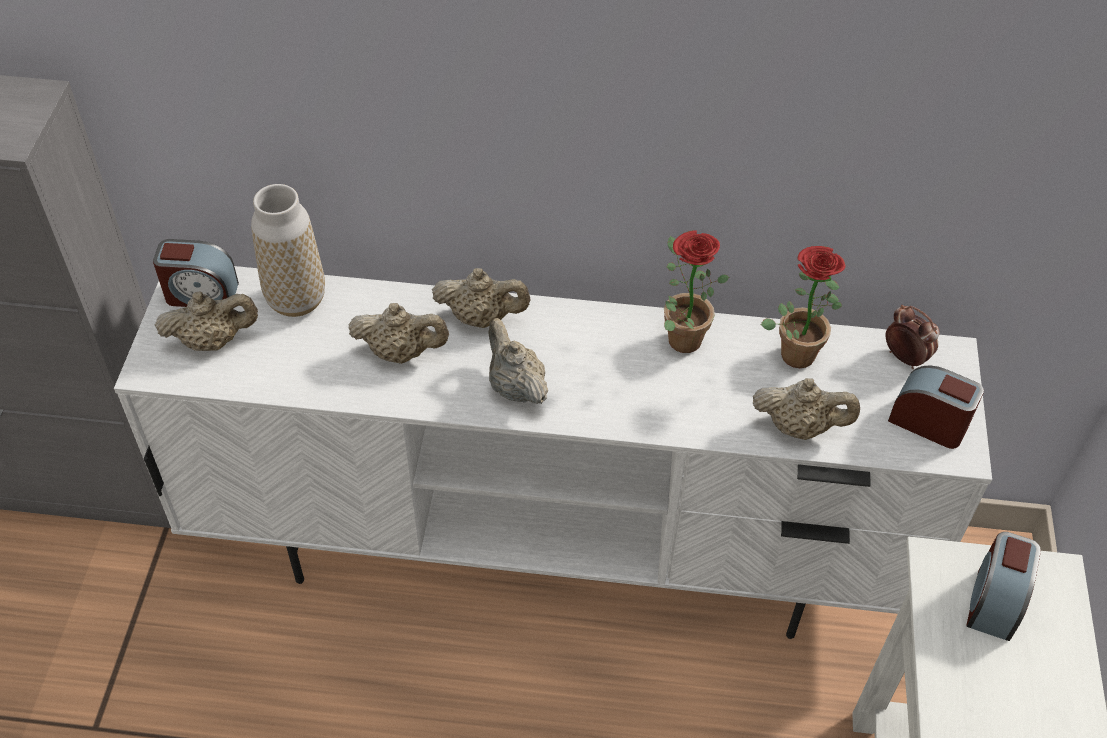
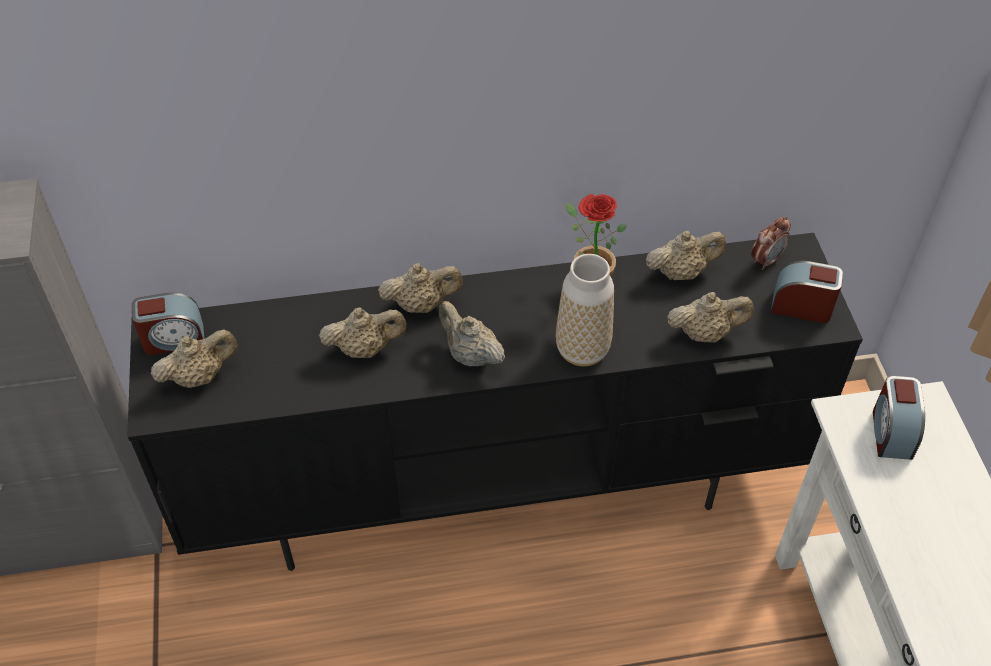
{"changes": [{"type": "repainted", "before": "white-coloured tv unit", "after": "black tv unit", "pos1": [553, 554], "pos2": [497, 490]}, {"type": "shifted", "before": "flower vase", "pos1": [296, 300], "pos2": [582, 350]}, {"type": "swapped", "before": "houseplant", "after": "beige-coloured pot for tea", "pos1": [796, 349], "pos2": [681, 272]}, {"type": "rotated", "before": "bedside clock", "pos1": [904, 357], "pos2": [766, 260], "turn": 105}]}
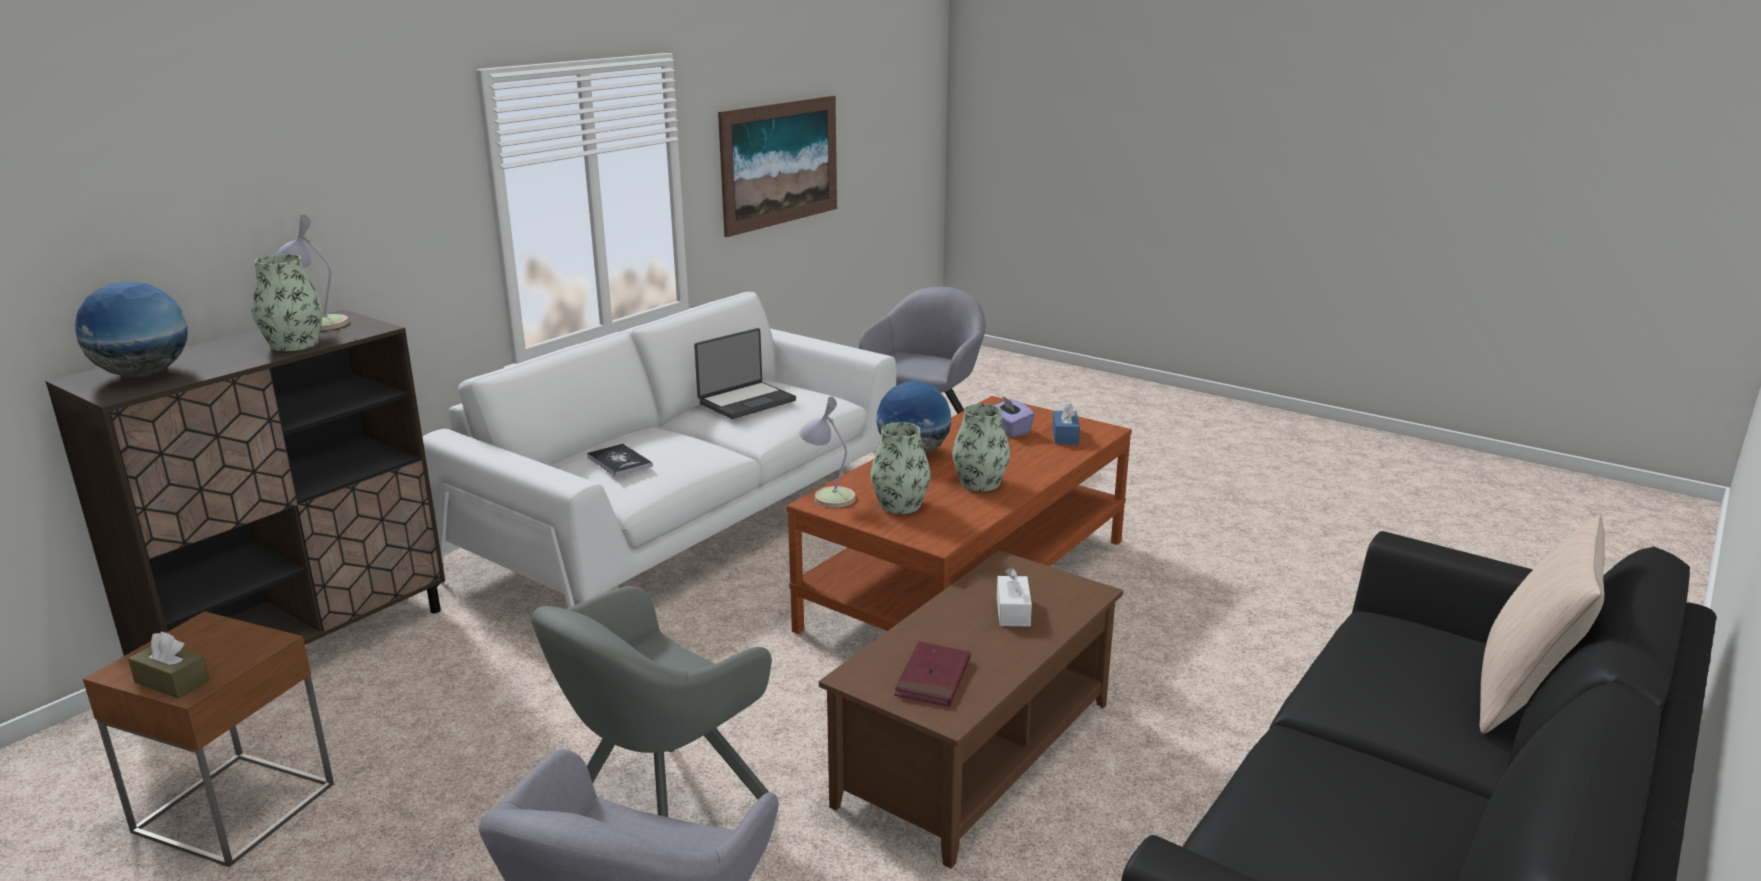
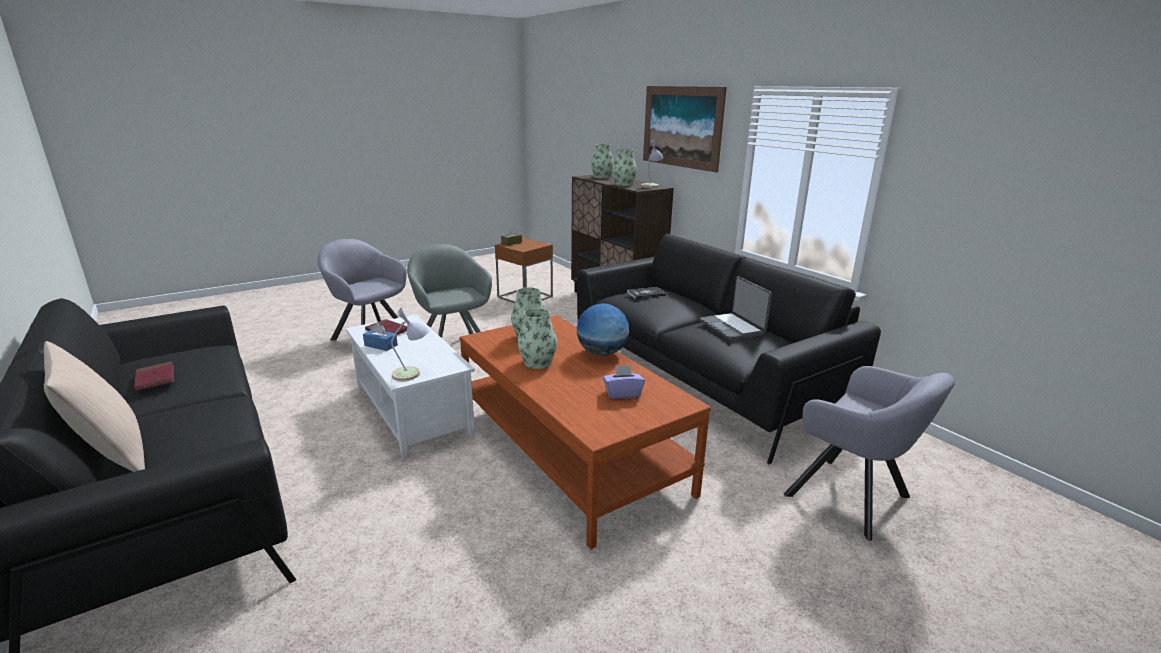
{"changes": [{"type": "new", "after": "red-coloured bound book", "pos2": [155, 378]}, {"type": "repainted", "before": "brown-coloured low table", "after": "white-coloured low table", "pos1": [978, 754], "pos2": [411, 410]}, {"type": "shifted", "before": "blue-coloured tissue holder", "pos1": [1065, 436], "pos2": [381, 345]}, {"type": "shifted", "before": "lamp for a table", "pos1": [827, 496], "pos2": [412, 373]}, {"type": "repainted", "before": "white-coloured sofa", "after": "black sofa", "pos1": [687, 523], "pos2": [702, 375]}, {"type": "swapped", "before": "globe", "after": "flower vase", "pos1": [143, 374], "pos2": [602, 177]}, {"type": "shifted", "before": "wall picture", "pos1": [780, 163], "pos2": [681, 127]}, {"type": "gone", "before": "white-coloured tissue holder", "pos1": [1013, 611]}]}
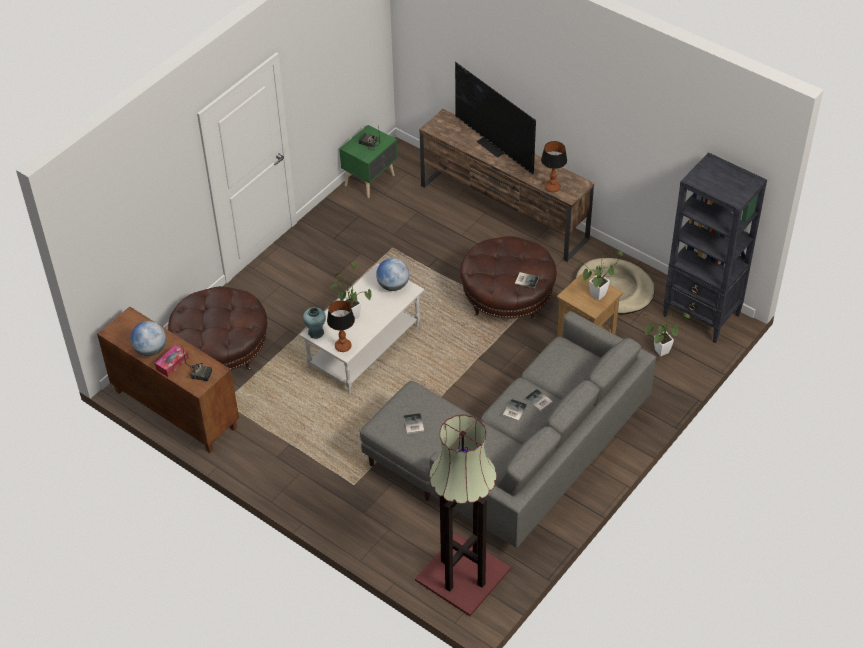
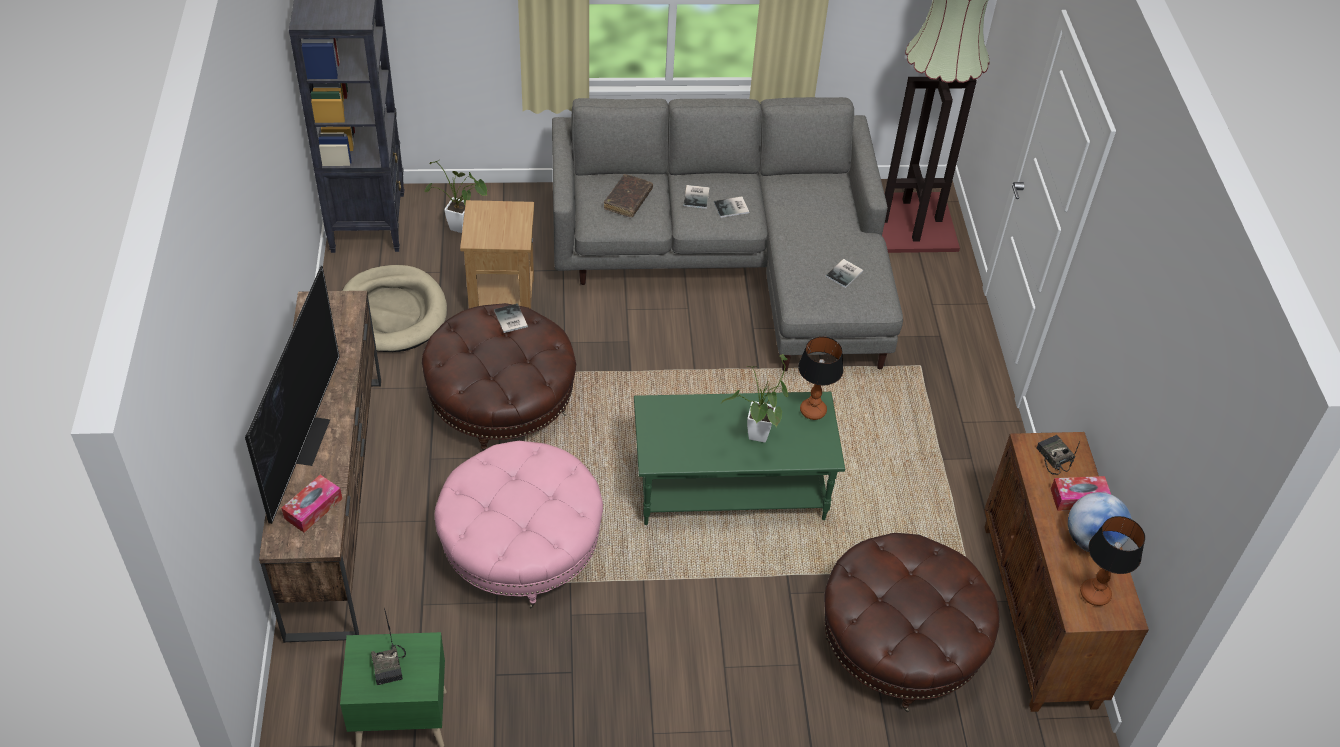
{"changes": [{"type": "new", "after": "tissue holder", "pos2": [313, 508]}, {"type": "new", "after": "pinkish ottoman", "pos2": [521, 548]}, {"type": "new", "after": "brown-coloured bound book", "pos2": [628, 200]}, {"type": "repainted", "before": "white-coloured low table", "after": "green-coloured low table", "pos1": [365, 349], "pos2": [732, 487]}, {"type": "shifted", "before": "lamp for a table", "pos1": [552, 187], "pos2": [1094, 594]}, {"type": "gone", "before": "blue-green flower vase", "pos1": [316, 333]}, {"type": "gone", "before": "globe", "pos1": [393, 285]}, {"type": "gone", "before": "houseplant", "pos1": [595, 297]}]}
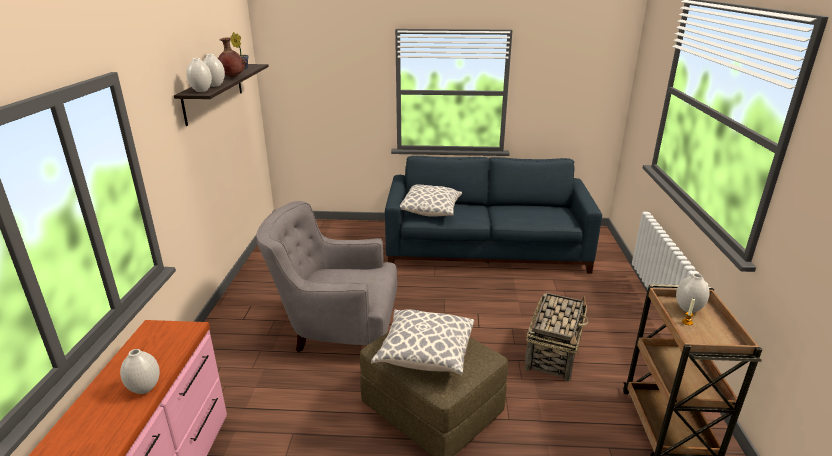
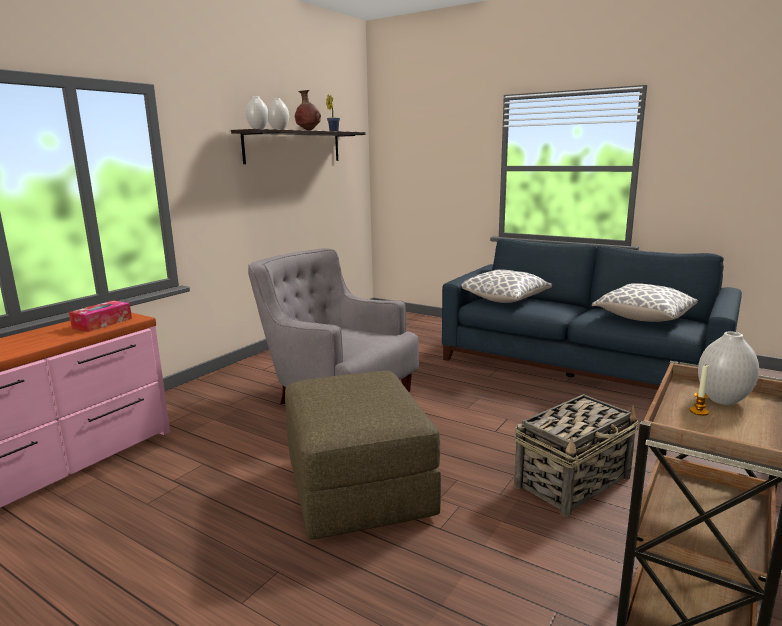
{"changes": [{"type": "new", "after": "tissue holder", "pos2": [102, 323]}, {"type": "shifted", "before": "cushion", "pos1": [425, 355], "pos2": [643, 318]}, {"type": "gone", "before": "white-coloured flower vase", "pos1": [144, 389]}]}
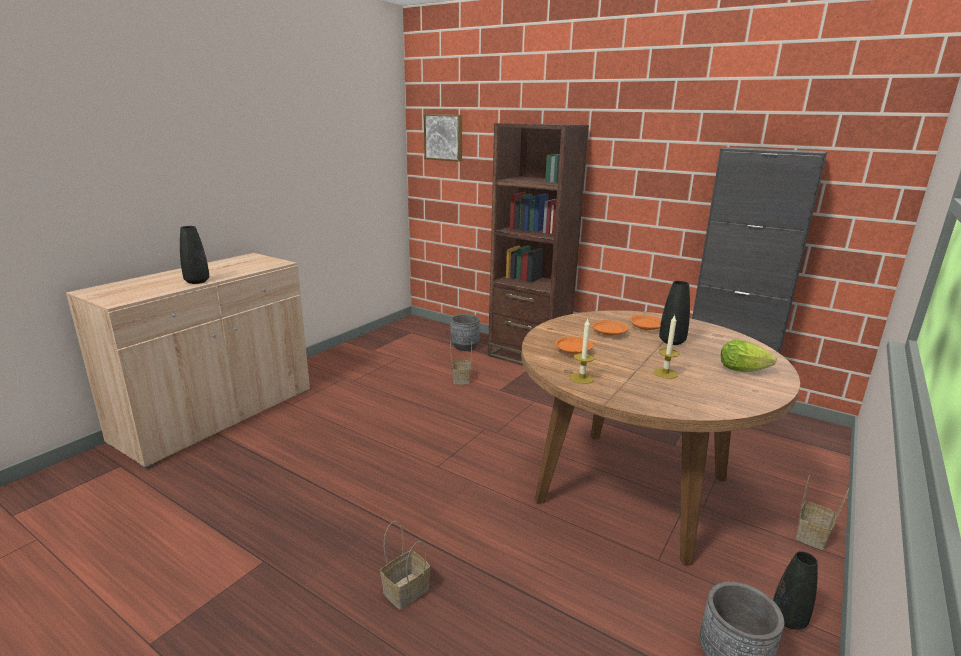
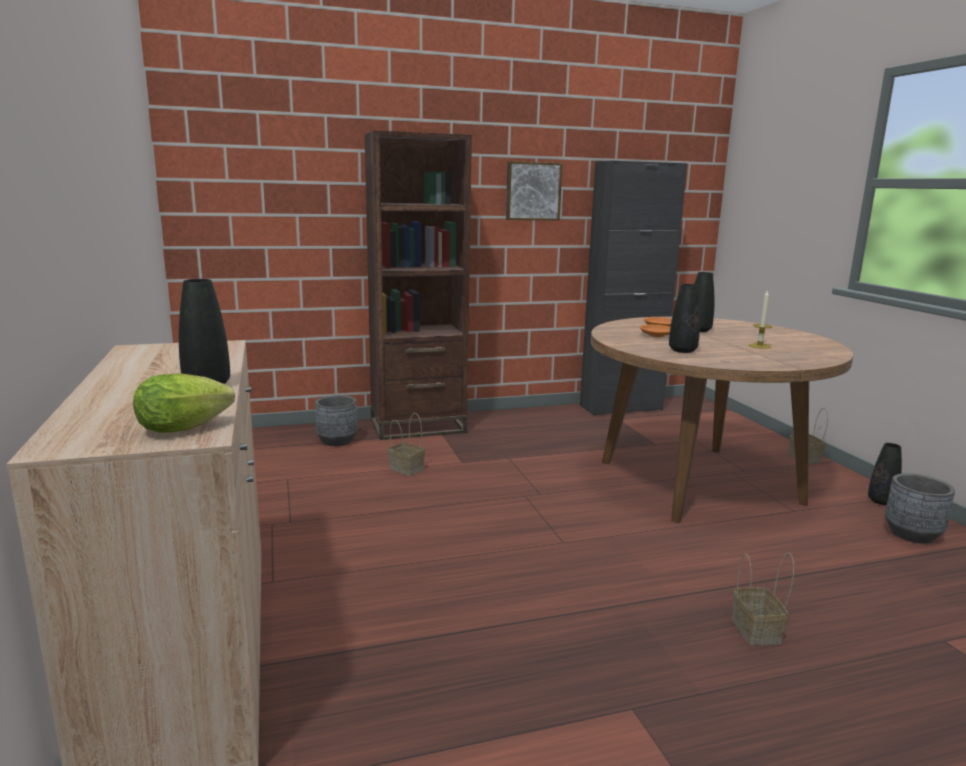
{"changes": [{"type": "shifted", "before": "lettuce head", "pos1": [745, 371], "pos2": [189, 428]}, {"type": "shifted", "before": "wall picture", "pos1": [444, 137], "pos2": [532, 191]}, {"type": "swapped", "before": "orange-coloured plate", "after": "black flower vase", "pos1": [573, 351], "pos2": [682, 350]}, {"type": "gone", "before": "candle", "pos1": [582, 378]}]}
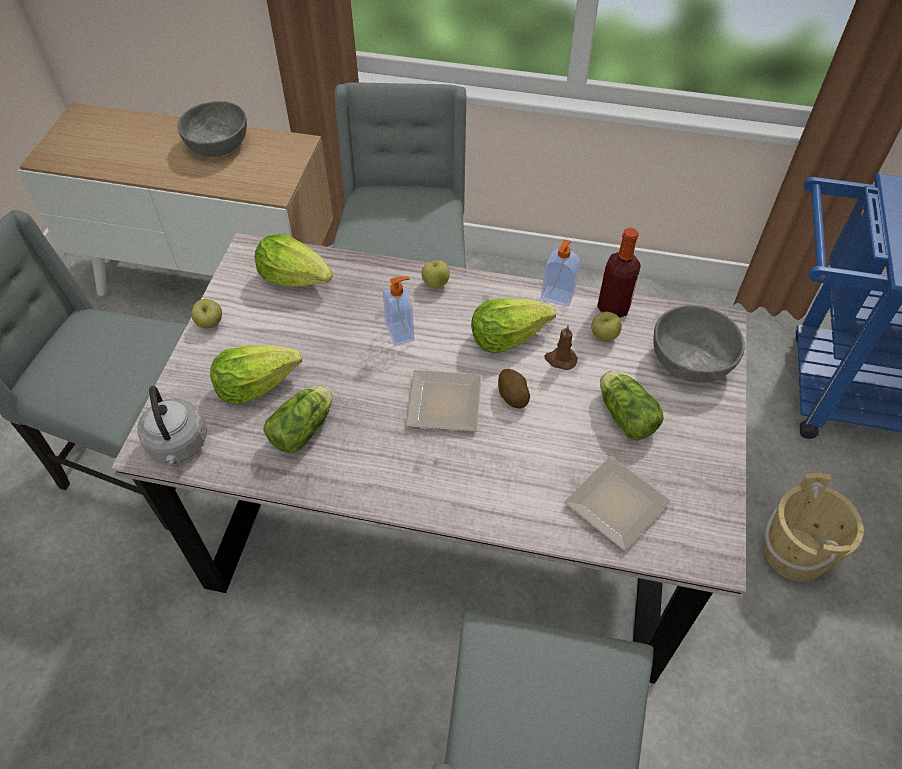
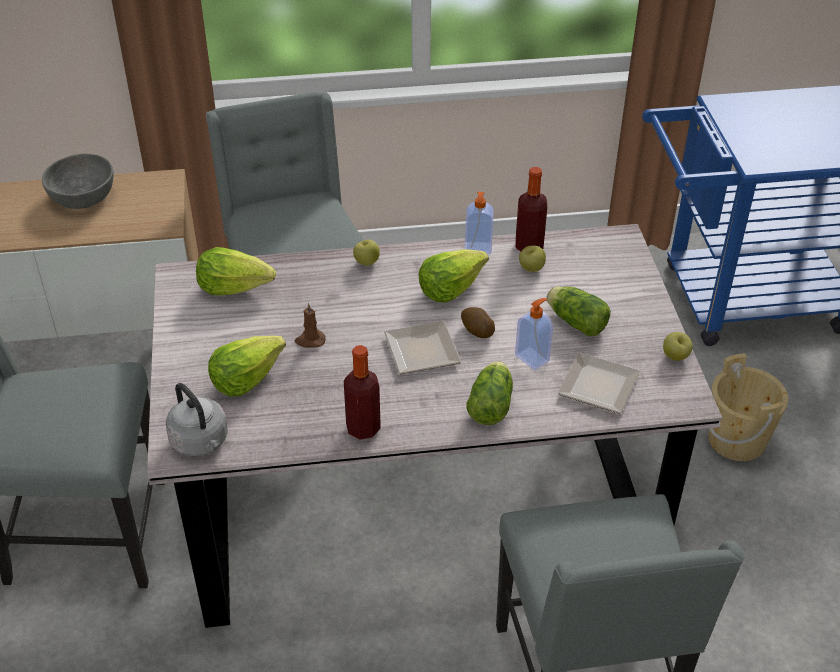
{"changes": [{"type": "shifted", "before": "brown-coloured candle", "pos1": [560, 359], "pos2": [310, 340]}, {"type": "new", "after": "bottle", "pos2": [363, 428]}, {"type": "shifted", "before": "lettuce head", "pos1": [305, 427], "pos2": [491, 403]}, {"type": "shifted", "before": "liquid soap bottle", "pos1": [401, 333], "pos2": [533, 358]}, {"type": "shifted", "before": "whole apple", "pos1": [210, 323], "pos2": [675, 357]}, {"type": "gone", "before": "greyish serving bowl", "pos1": [691, 359]}]}
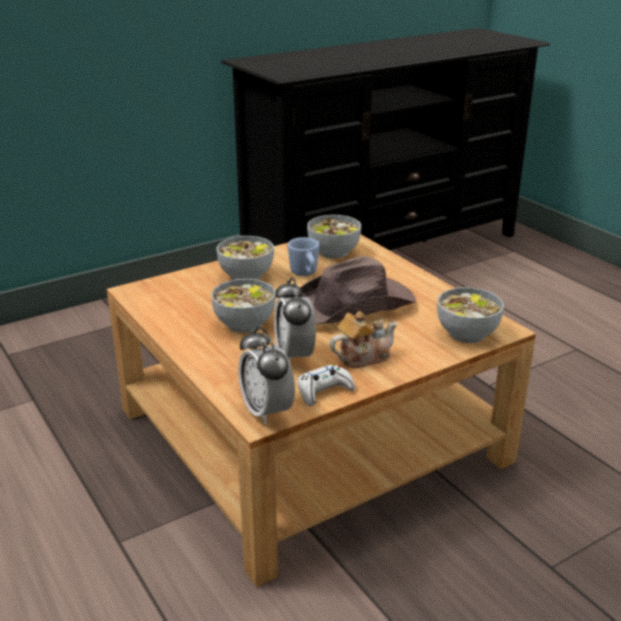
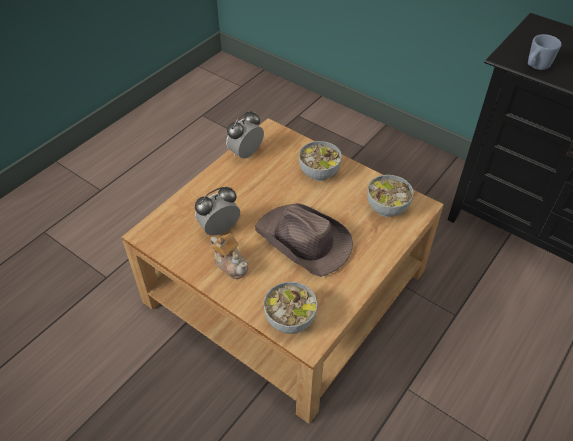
{"changes": [{"type": "shifted", "before": "bedside clock", "pos1": [266, 411], "pos2": [246, 153]}, {"type": "shifted", "before": "blue-coloured tea mug", "pos1": [305, 274], "pos2": [535, 67]}, {"type": "gone", "before": "serving bowl", "pos1": [244, 324]}, {"type": "gone", "before": "white-coloured gamepad", "pos1": [324, 391]}]}
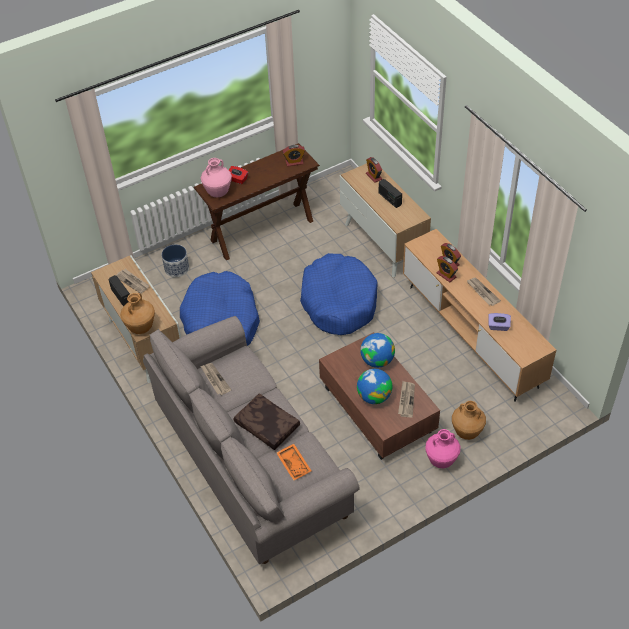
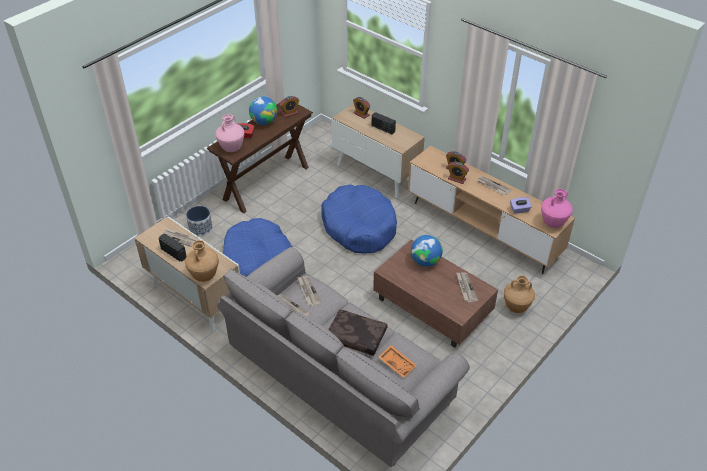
{"changes": [{"type": "shifted", "before": "globe", "pos1": [374, 396], "pos2": [264, 122]}, {"type": "new", "after": "newspaper", "pos2": [308, 291]}, {"type": "shifted", "before": "pinkish flower vase", "pos1": [441, 460], "pos2": [553, 223]}]}
